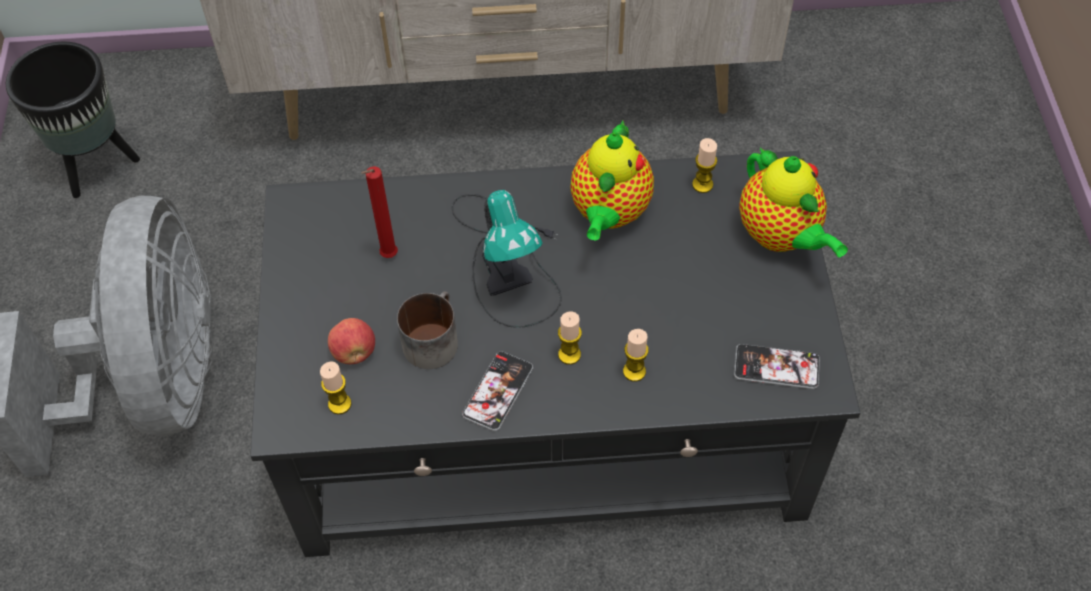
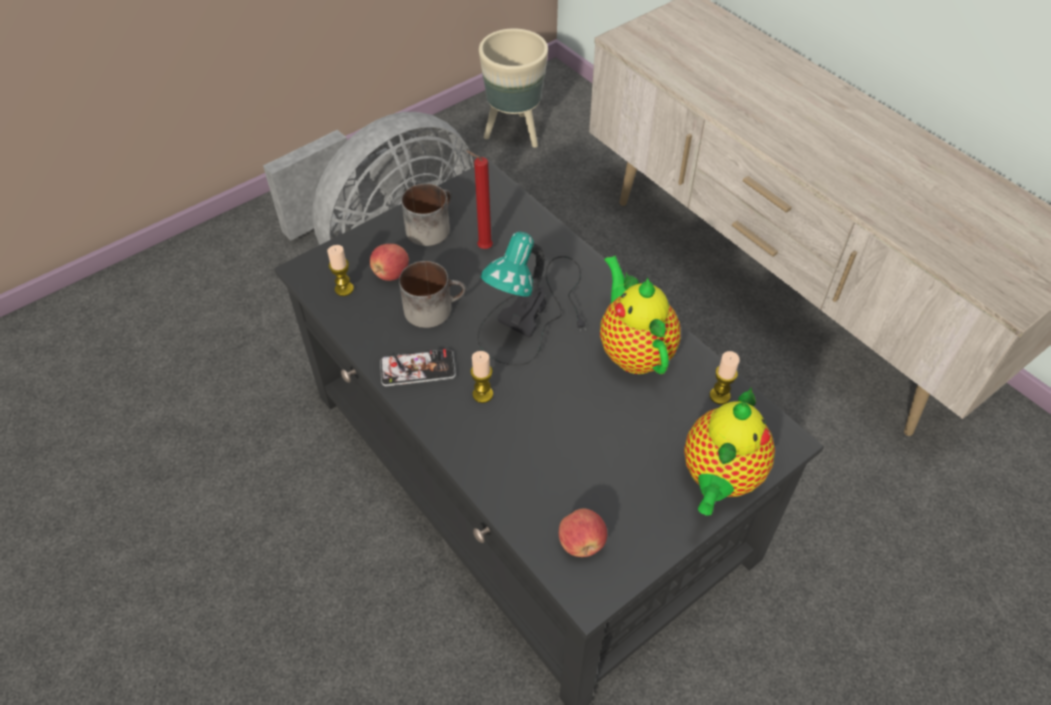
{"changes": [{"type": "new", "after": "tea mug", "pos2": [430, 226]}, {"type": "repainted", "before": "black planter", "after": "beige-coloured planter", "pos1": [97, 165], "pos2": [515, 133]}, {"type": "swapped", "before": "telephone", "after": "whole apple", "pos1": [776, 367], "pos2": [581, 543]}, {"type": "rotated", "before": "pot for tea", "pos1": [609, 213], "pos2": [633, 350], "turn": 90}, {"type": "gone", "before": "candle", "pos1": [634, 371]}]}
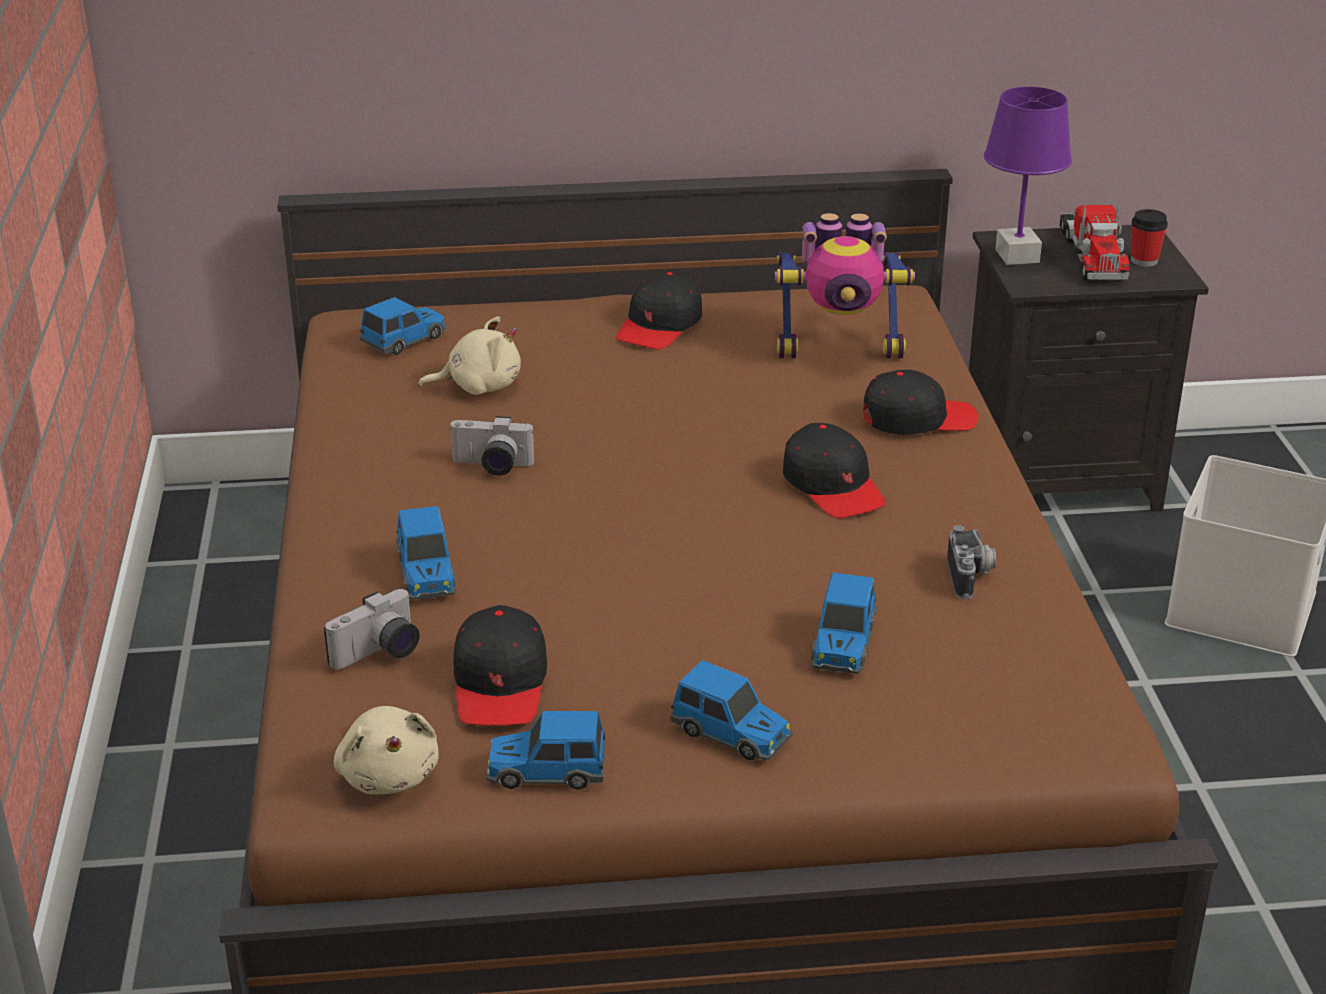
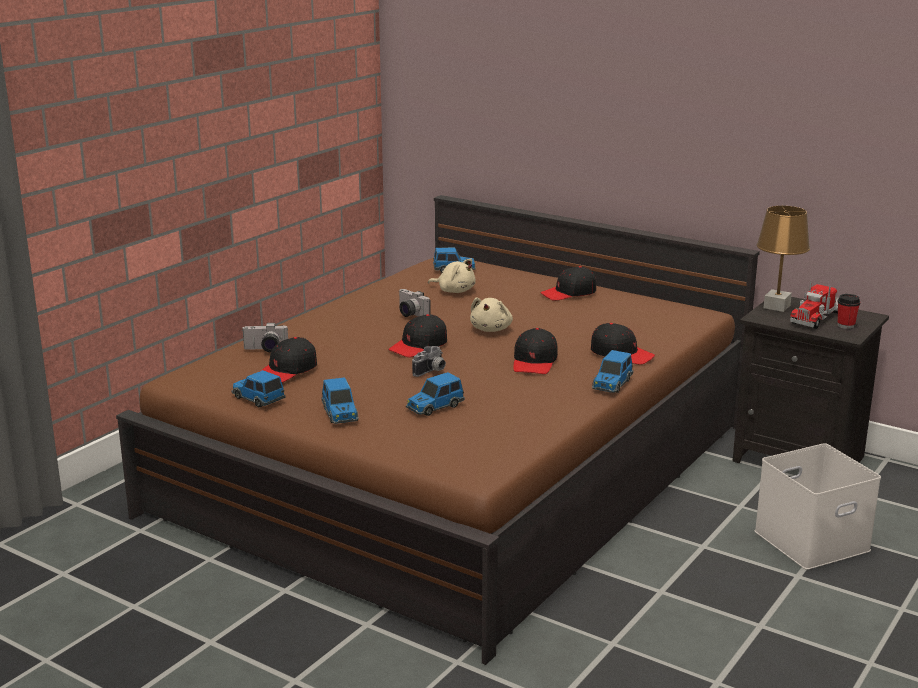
{"changes": [{"type": "new", "after": "black cap", "pos2": [419, 346]}, {"type": "shifted", "before": "photo camera", "pos1": [971, 577], "pos2": [431, 371]}, {"type": "shifted", "before": "beige-coloured soft toy", "pos1": [388, 775], "pos2": [491, 329]}, {"type": "shifted", "before": "model car", "pos1": [427, 575], "pos2": [611, 384]}, {"type": "repainted", "before": "purplish lamp for a table", "after": "brown-coloured lamp for a table", "pos1": [1018, 256], "pos2": [777, 307]}, {"type": "gone", "before": "toy robot", "pos1": [839, 348]}]}
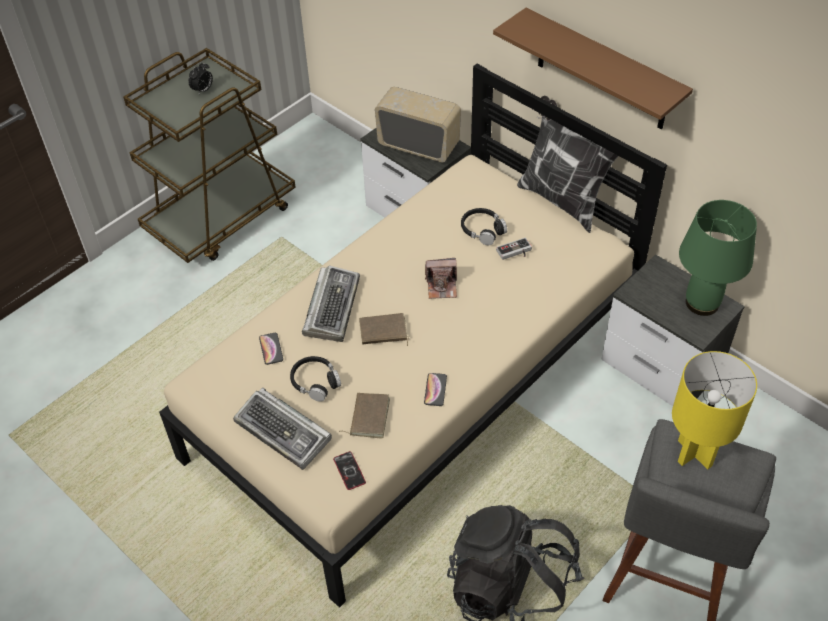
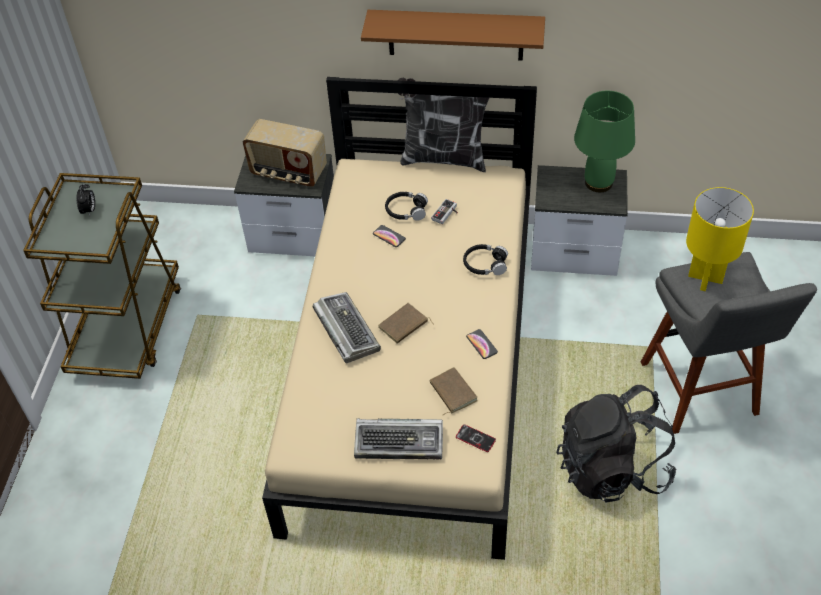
{"changes": [{"type": "rotated", "before": "radio receiver", "pos1": [419, 145], "pos2": [288, 173], "turn": -150}, {"type": "shifted", "before": "telephone", "pos1": [271, 349], "pos2": [389, 236]}, {"type": "shifted", "before": "black pair of headphones", "pos1": [315, 382], "pos2": [485, 264]}, {"type": "gone", "before": "photo camera", "pos1": [442, 286]}]}
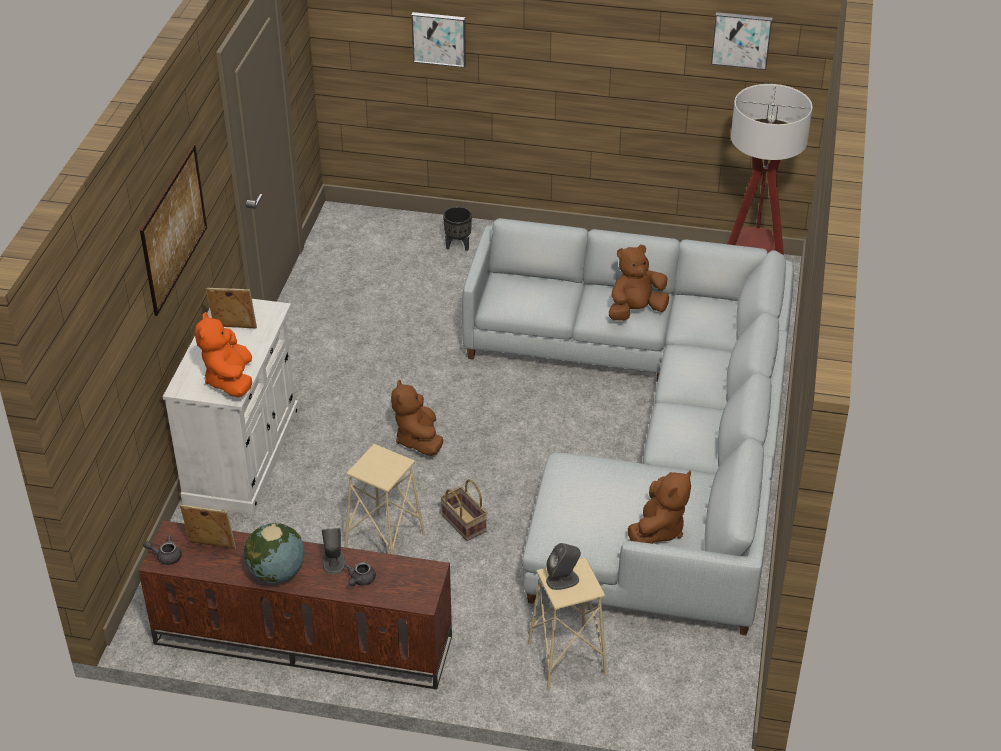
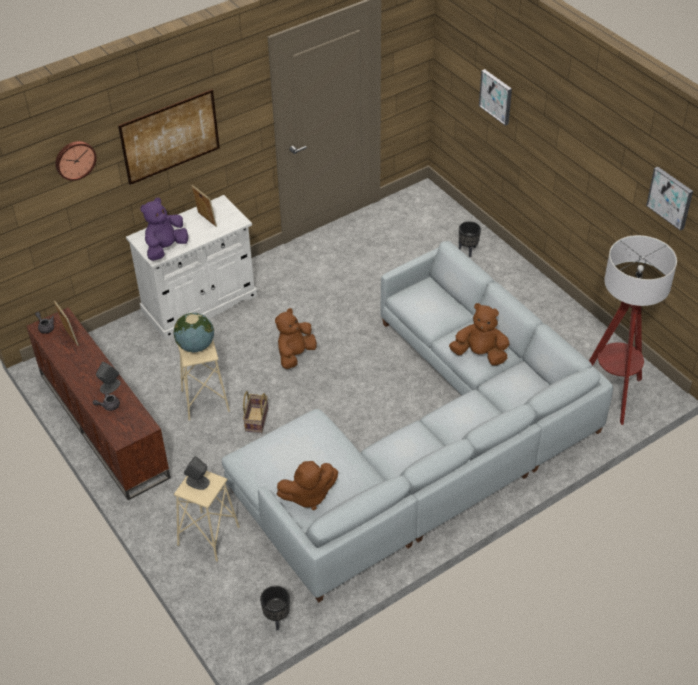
{"changes": [{"type": "new", "after": "clock on the wall", "pos2": [74, 159]}, {"type": "repainted", "before": "orange-coloured soft toy", "after": "purplish soft toy", "pos1": [230, 380], "pos2": [165, 248]}, {"type": "shifted", "before": "globe", "pos1": [276, 573], "pos2": [195, 346]}, {"type": "new", "after": "black planter", "pos2": [277, 619]}]}
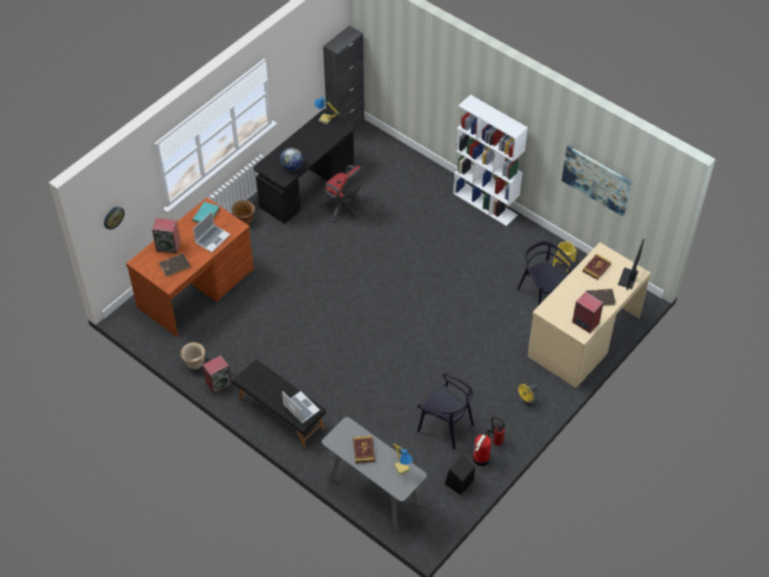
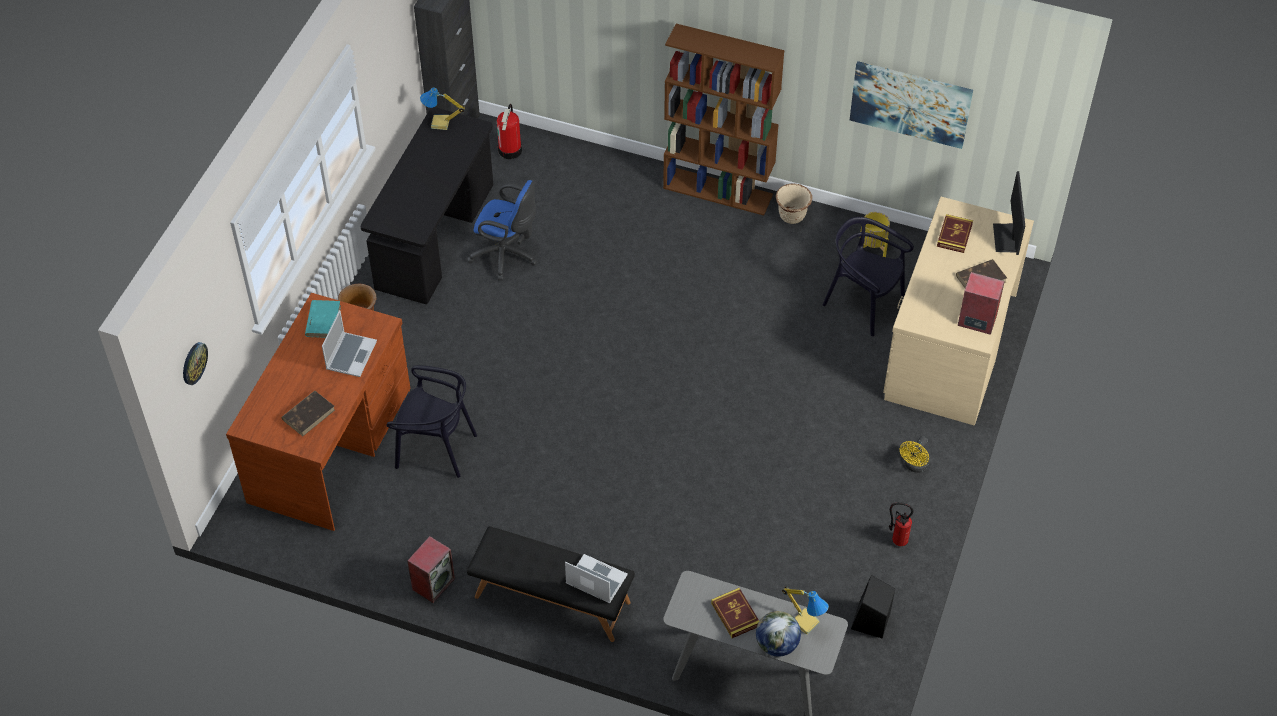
{"changes": [{"type": "shifted", "before": "black plain chair", "pos1": [445, 426], "pos2": [435, 448]}, {"type": "repainted", "before": "red-coloured computer chair", "after": "blue-coloured computer chair", "pos1": [343, 208], "pos2": [507, 256]}, {"type": "shifted", "before": "fire-fighting cylinder", "pos1": [481, 458], "pos2": [510, 150]}, {"type": "repainted", "before": "white-coloured bookshelf", "after": "brown-coloured bookshelf", "pos1": [485, 204], "pos2": [718, 191]}, {"type": "shifted", "before": "globe", "pos1": [292, 167], "pos2": [776, 645]}, {"type": "shifted", "before": "beige-coloured planter", "pos1": [195, 363], "pos2": [792, 216]}, {"type": "gone", "before": "audio speaker", "pos1": [168, 246]}]}
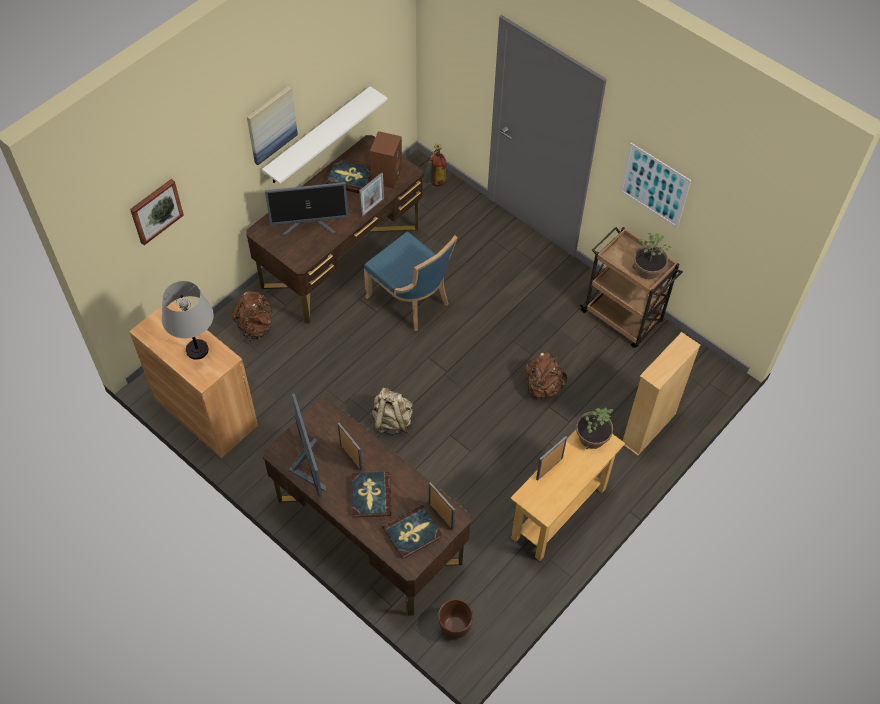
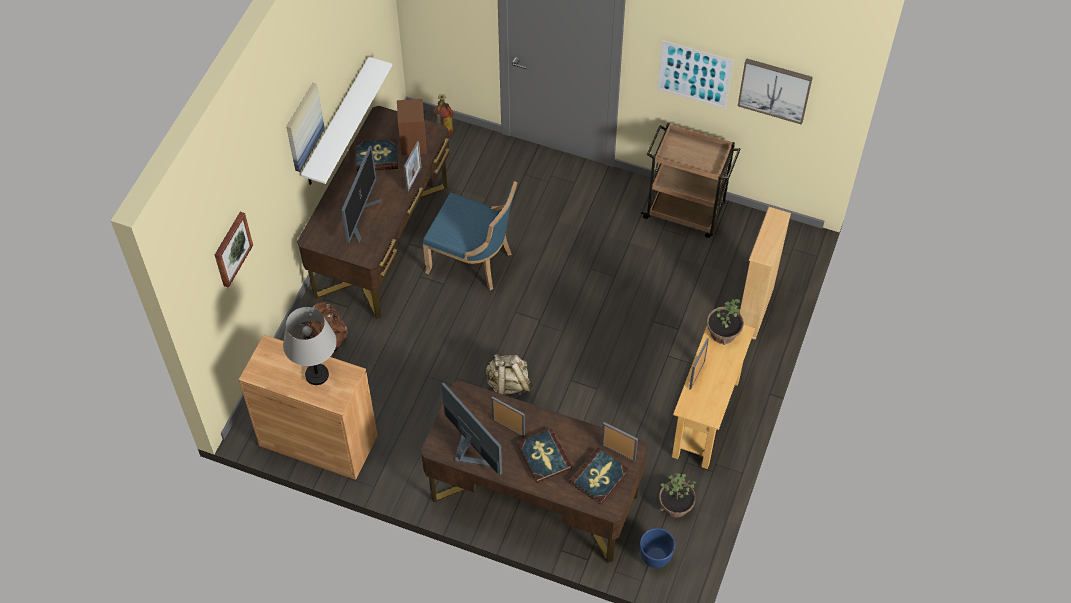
{"changes": [{"type": "rotated", "before": "monitor", "pos1": [310, 225], "pos2": [360, 216], "turn": -45}, {"type": "repainted", "before": "brown-coloured planter", "after": "blue-coloured planter", "pos1": [454, 626], "pos2": [655, 557]}, {"type": "shifted", "before": "houseplant", "pos1": [648, 270], "pos2": [676, 506]}, {"type": "new", "after": "wall picture", "pos2": [775, 90]}, {"type": "gone", "before": "brown-coloured rucksack", "pos1": [542, 386]}]}
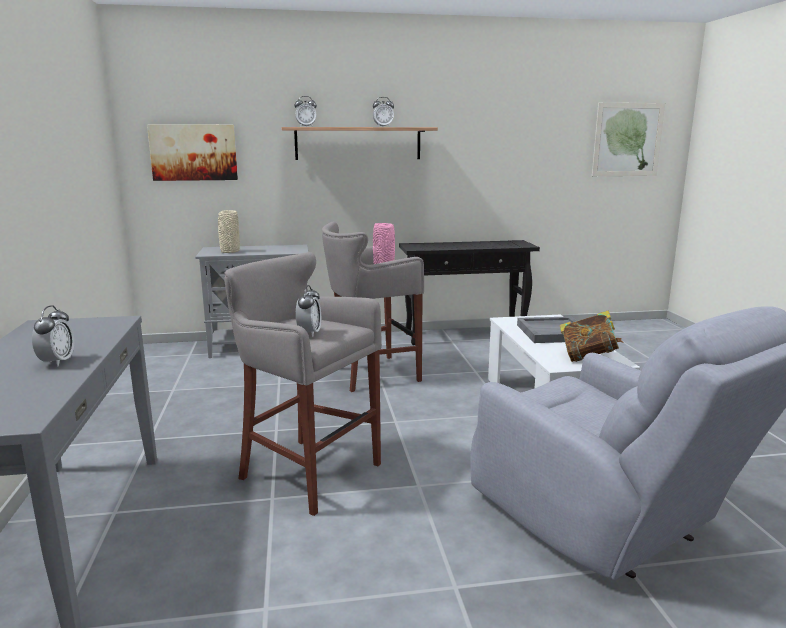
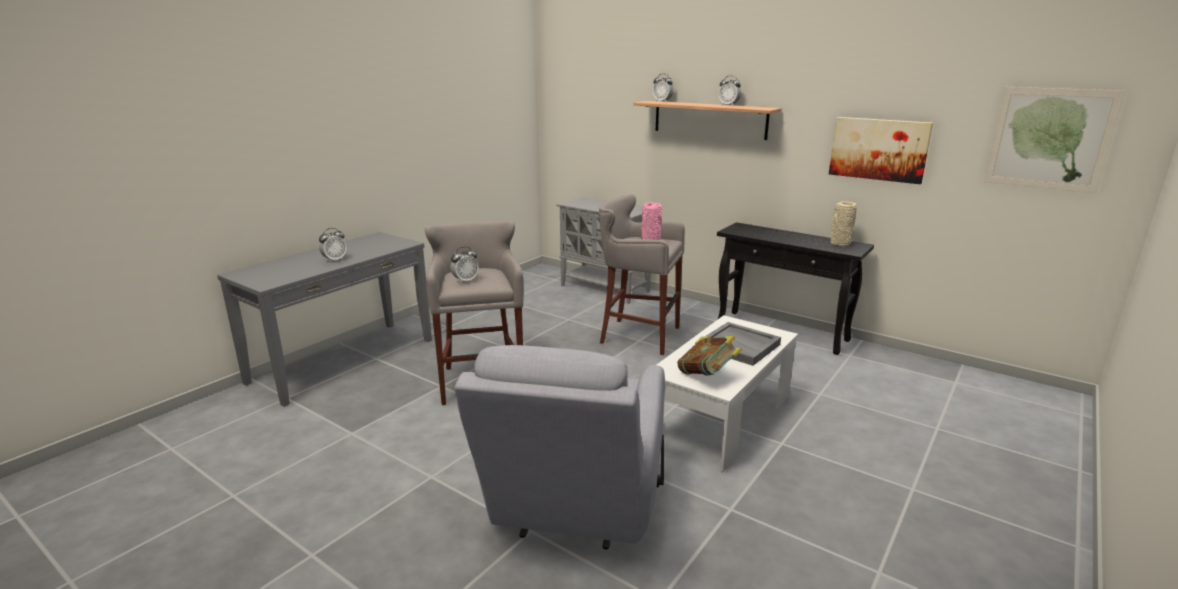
{"changes": [{"type": "shifted", "before": "wall picture", "pos1": [194, 152], "pos2": [878, 149]}, {"type": "shifted", "before": "beige-coloured flower vase", "pos1": [229, 251], "pos2": [839, 243]}]}
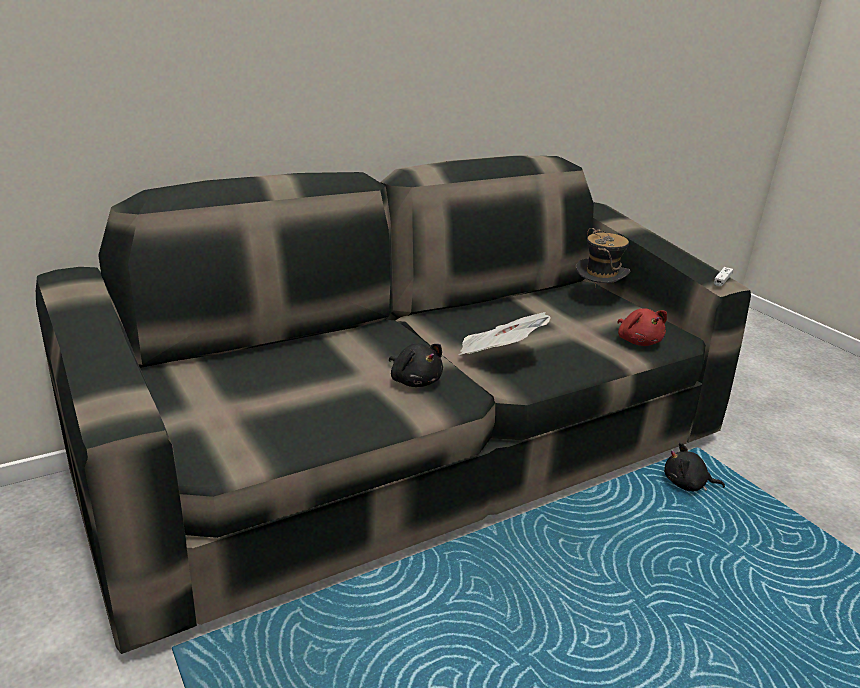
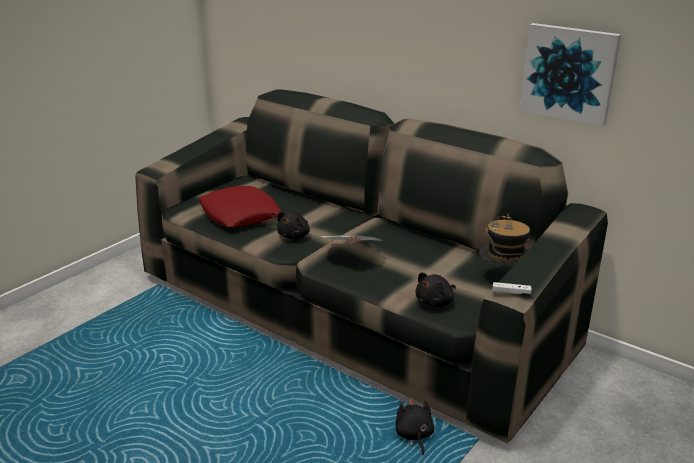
{"changes": [{"type": "new", "after": "red-coloured cushion", "pos2": [240, 214]}, {"type": "repainted", "before": "red-coloured soft toy", "after": "black soft toy", "pos1": [638, 341], "pos2": [435, 302]}, {"type": "new", "after": "wall picture", "pos2": [569, 73]}]}
